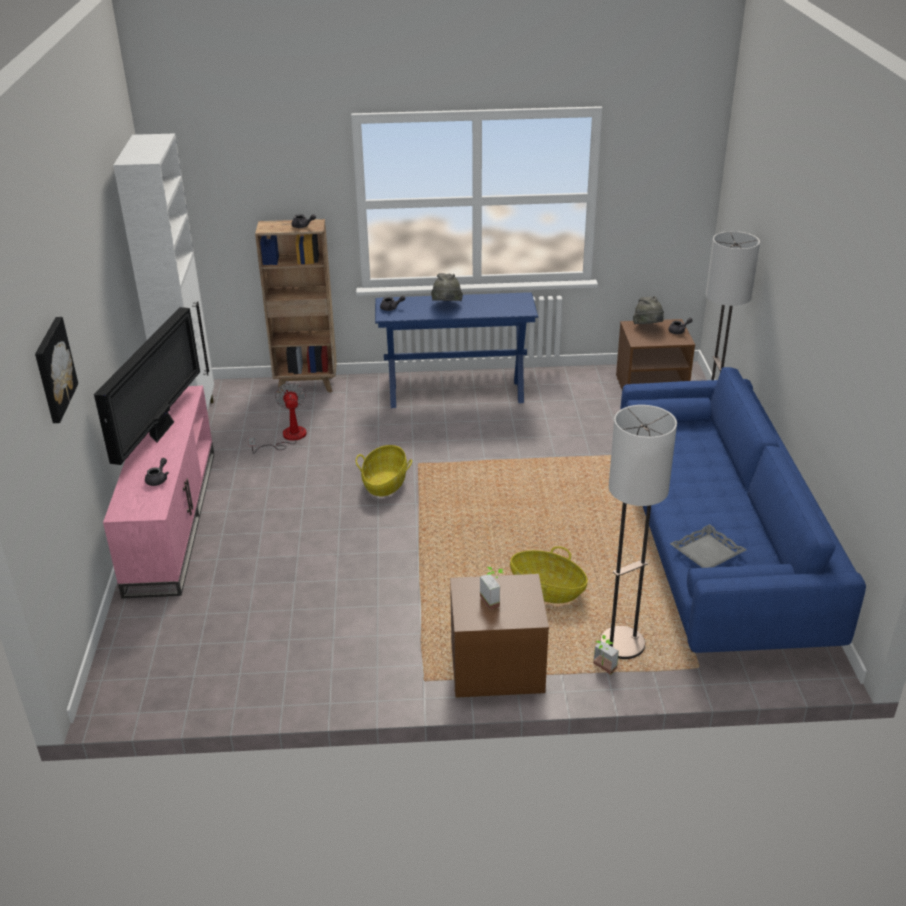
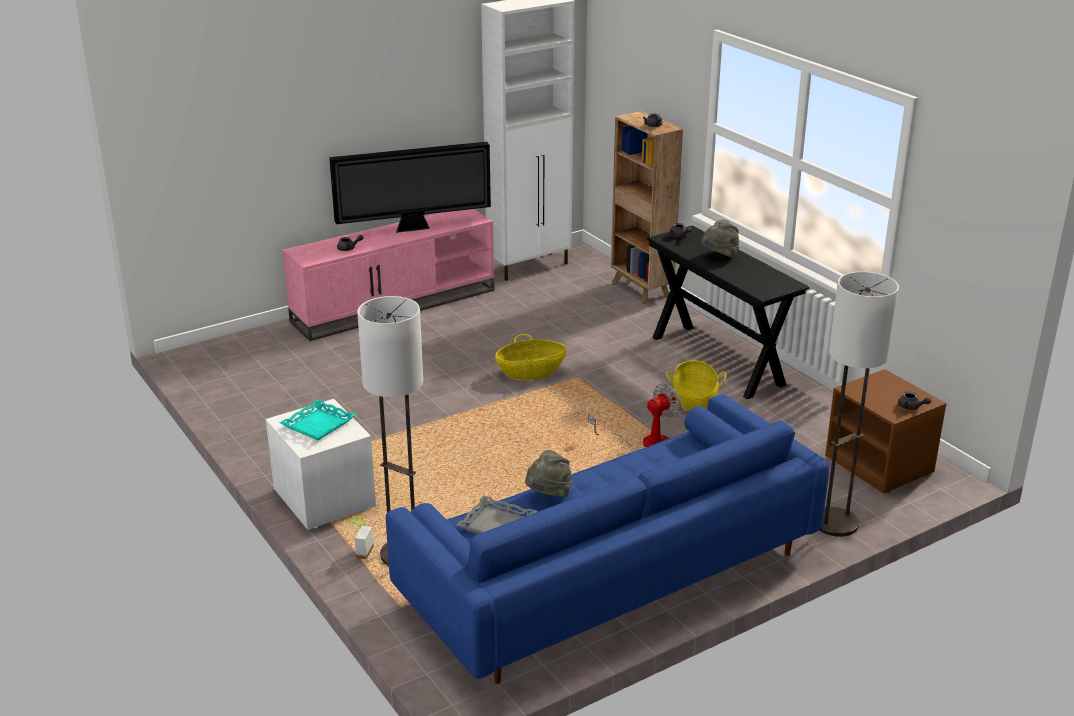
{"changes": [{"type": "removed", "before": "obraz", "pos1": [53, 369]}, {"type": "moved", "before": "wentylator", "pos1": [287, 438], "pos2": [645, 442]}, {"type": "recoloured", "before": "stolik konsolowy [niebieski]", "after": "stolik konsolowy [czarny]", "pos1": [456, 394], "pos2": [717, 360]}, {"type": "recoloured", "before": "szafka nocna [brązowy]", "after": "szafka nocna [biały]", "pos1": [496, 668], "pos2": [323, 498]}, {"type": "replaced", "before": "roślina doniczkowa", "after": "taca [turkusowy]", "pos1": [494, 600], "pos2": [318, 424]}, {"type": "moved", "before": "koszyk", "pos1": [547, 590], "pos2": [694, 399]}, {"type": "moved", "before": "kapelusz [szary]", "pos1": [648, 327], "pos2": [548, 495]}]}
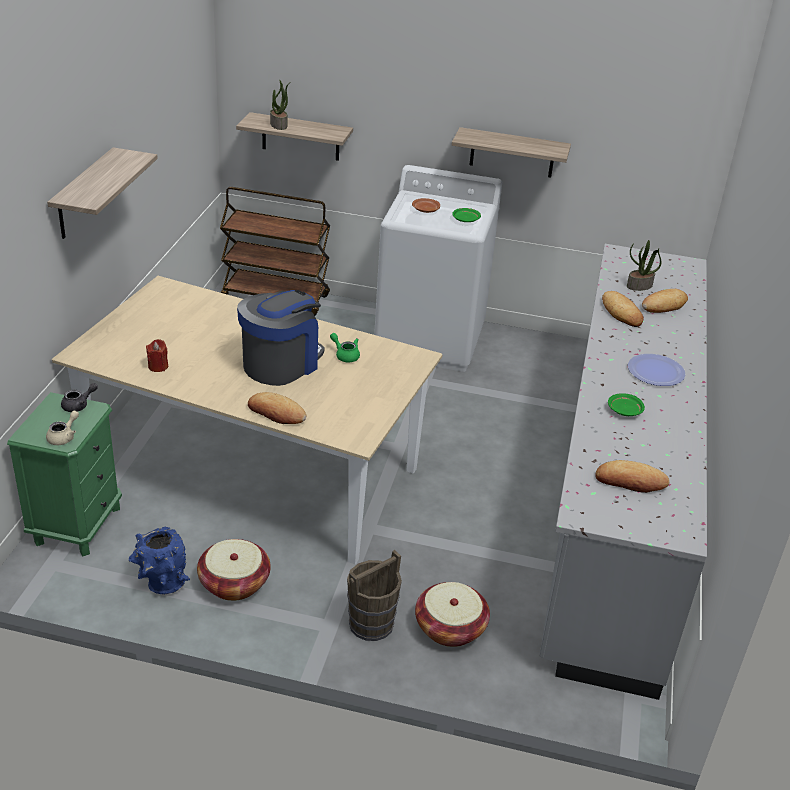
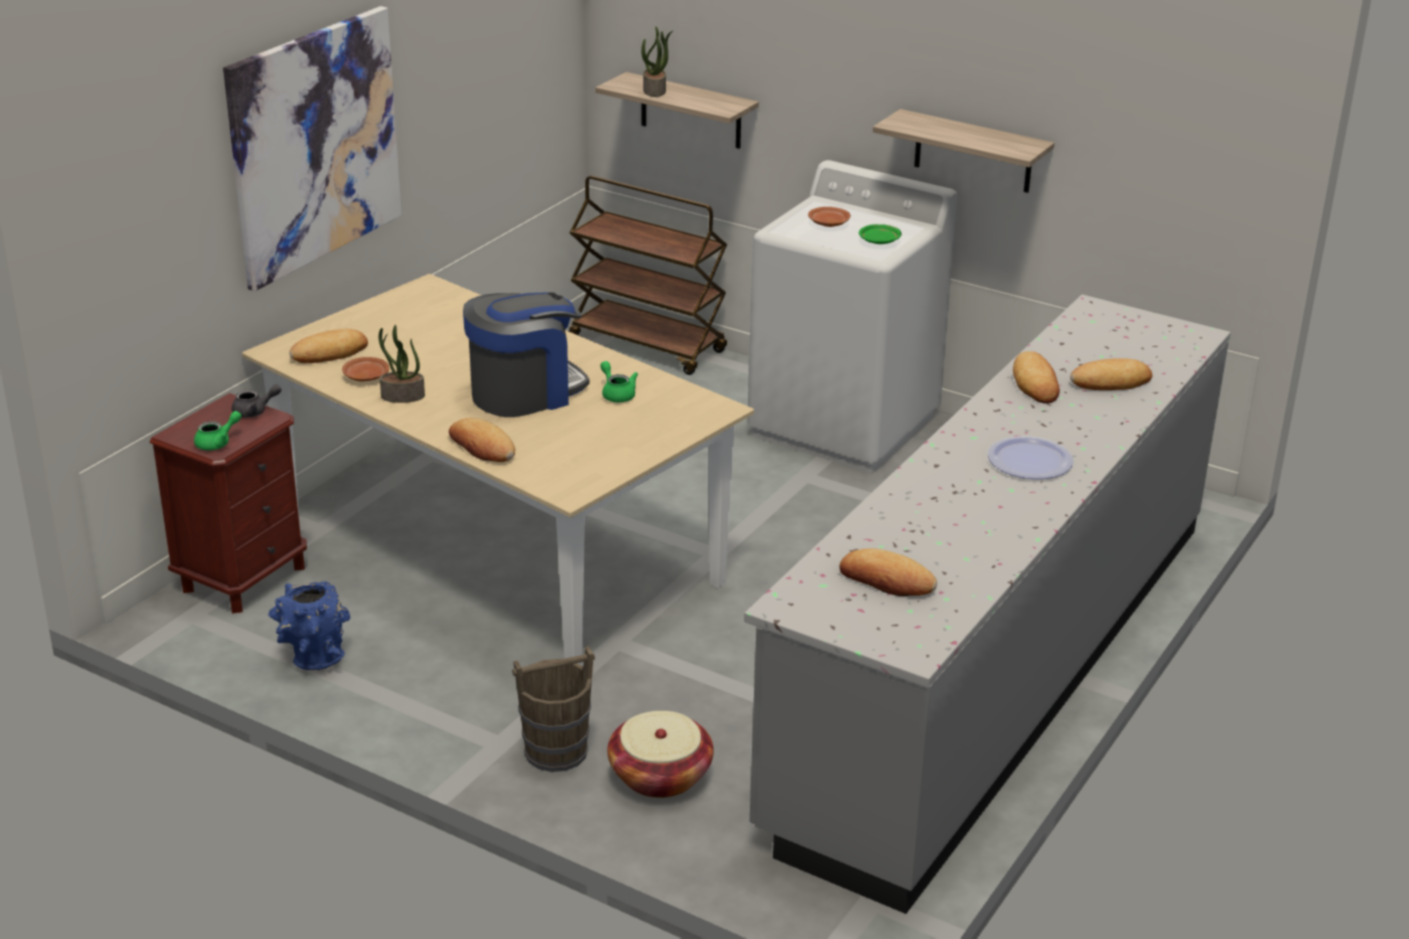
{"changes": [{"type": "recoloured", "before": "szafka nocna [zielony]", "after": "szafka nocna [brązowy]", "pos1": [77, 525], "pos2": [244, 578]}, {"type": "recoloured", "before": "imbryk [beżowy]", "after": "imbryk [zielony]", "pos1": [64, 437], "pos2": [218, 443]}, {"type": "replaced", "before": "półka", "after": "obraz", "pos1": [84, 194], "pos2": [314, 145]}, {"type": "replaced", "before": "świeca [czerwony]", "after": "talerz [brązowy]", "pos1": [158, 366], "pos2": [365, 376]}, {"type": "removed", "before": "koszyk", "pos1": [234, 583]}, {"type": "removed", "before": "talerz [zielony]", "pos1": [624, 410]}, {"type": "moved", "before": "roślina doniczkowa", "pos1": [639, 286], "pos2": [402, 396]}, {"type": "added", "after": "chleb", "pos2": [330, 353]}]}
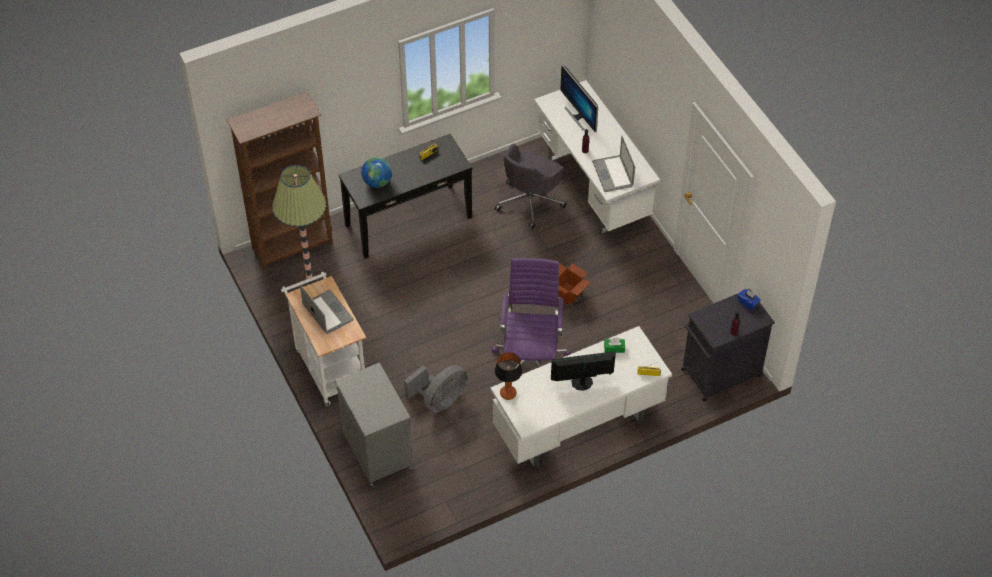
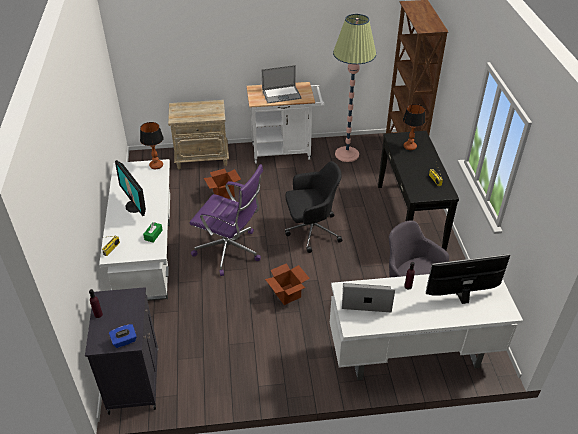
{"changes": [{"type": "replaced", "before": "szafka [szary]", "after": "szafka nocna [beżowy]", "pos1": [376, 450], "pos2": [202, 157]}, {"type": "replaced", "before": "globus", "after": "lampa stołowa", "pos1": [377, 182], "pos2": [410, 147]}, {"type": "replaced", "before": "wentylator [szary]", "after": "karton", "pos1": [439, 400], "pos2": [223, 194]}, {"type": "turned", "before": "monitor", "pos1": [582, 383], "pos2": [134, 206], "turn": 135}, {"type": "added", "after": "krzesło biurowe [czarny]", "pos2": [311, 230]}]}
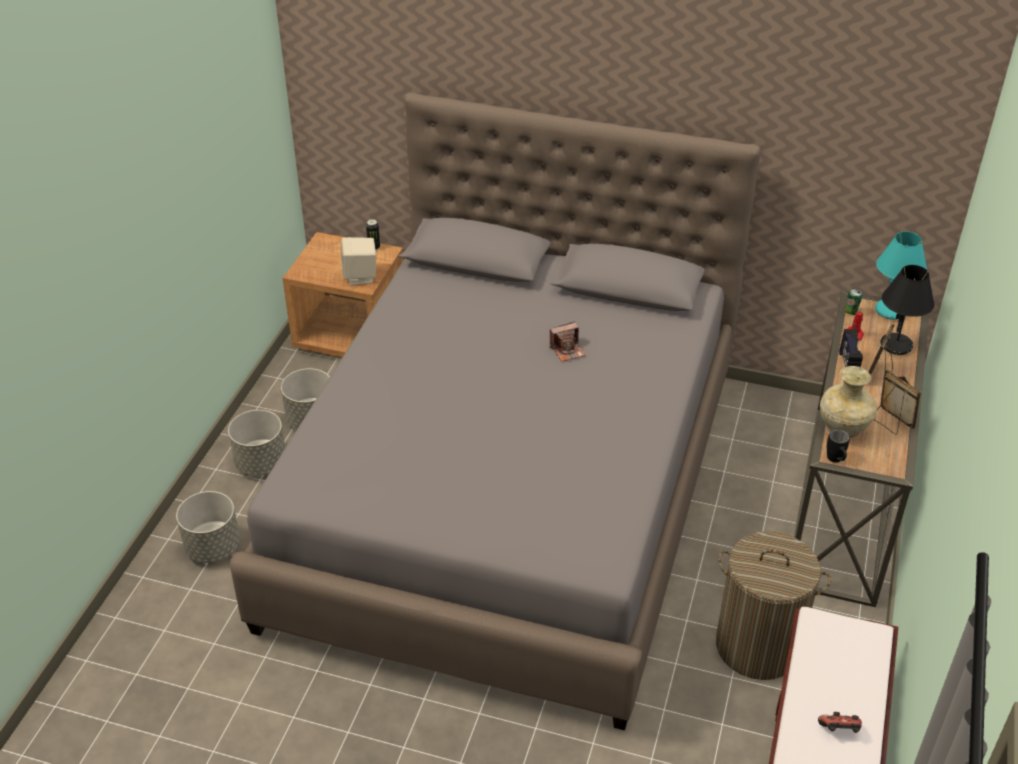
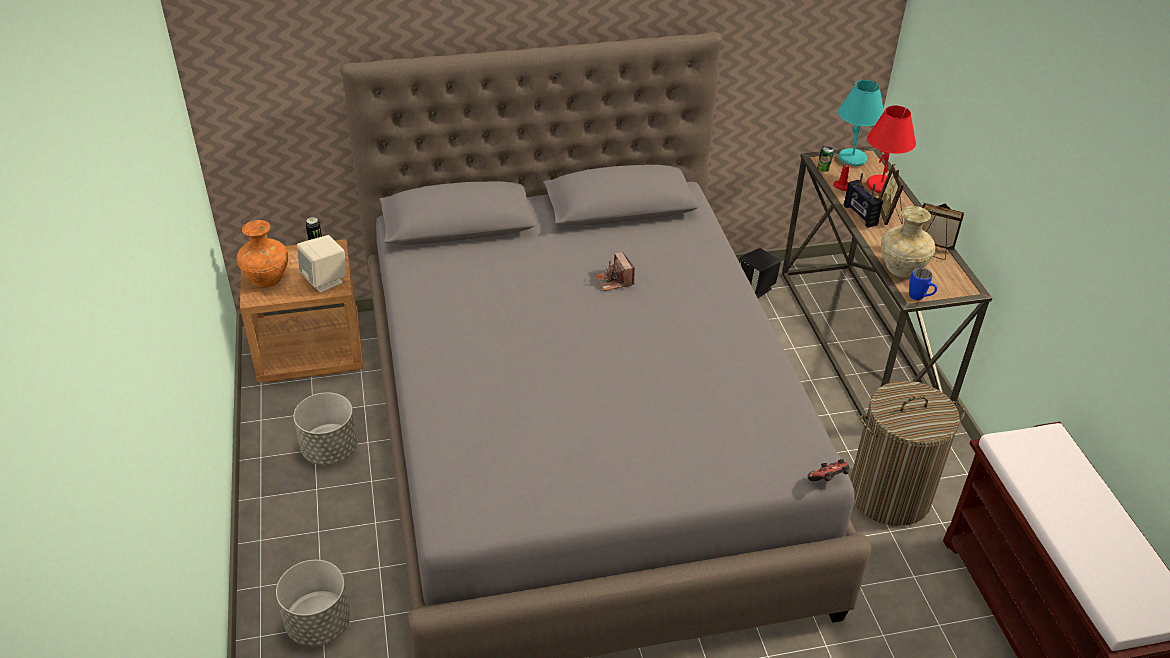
{"changes": [{"type": "removed", "before": "donica [szary]", "pos1": [261, 462]}, {"type": "turned", "before": "aparat fotograficzny", "pos1": [567, 350], "pos2": [614, 281], "turn": 120}, {"type": "moved", "before": "pad do gier", "pos1": [839, 731], "pos2": [828, 480]}, {"type": "recoloured", "before": "kubek [czarny]", "after": "kubek [niebieski]", "pos1": [836, 461], "pos2": [920, 298]}, {"type": "recoloured", "before": "lampa stołowa [czarny]", "after": "lampa stołowa [czerwony]", "pos1": [896, 346], "pos2": [881, 186]}, {"type": "added", "after": "wazon [pomarańczowy]", "pos2": [267, 280]}, {"type": "added", "after": "głośnik [czarny]", "pos2": [756, 287]}]}
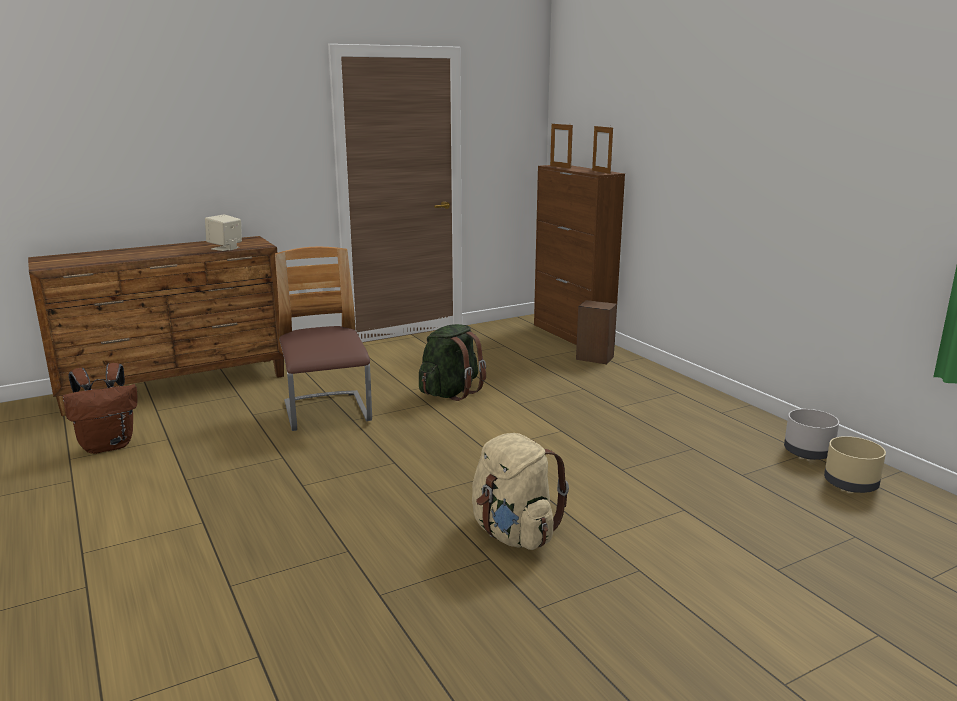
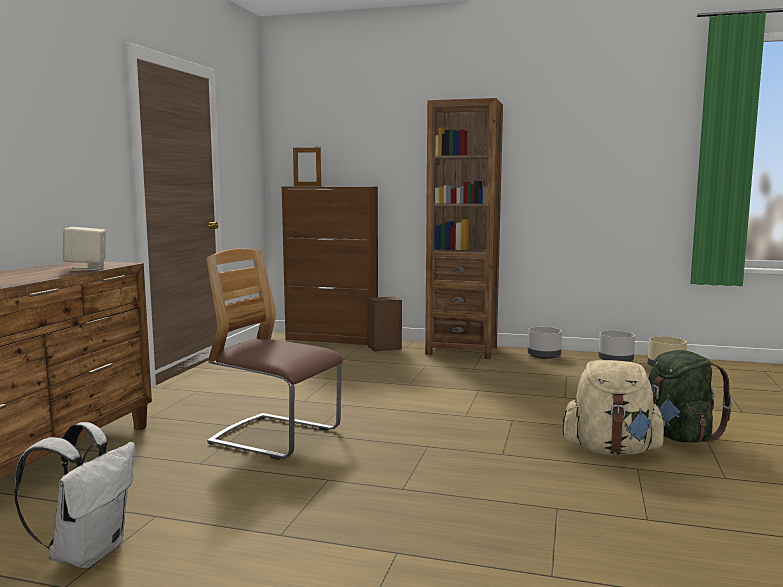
{"changes": [{"type": "recoloured", "before": "plecak [brązowy]", "after": "plecak [biały]", "pos1": [109, 445], "pos2": [87, 552]}, {"type": "moved", "before": "plecak [zielony]", "pos1": [450, 393], "pos2": [678, 436]}, {"type": "removed", "before": "ramka na zdjęcie", "pos1": [601, 172]}, {"type": "added", "after": "regał [brązowy]", "pos2": [462, 350]}, {"type": "added", "after": "donica [szary]", "pos2": [544, 356]}]}
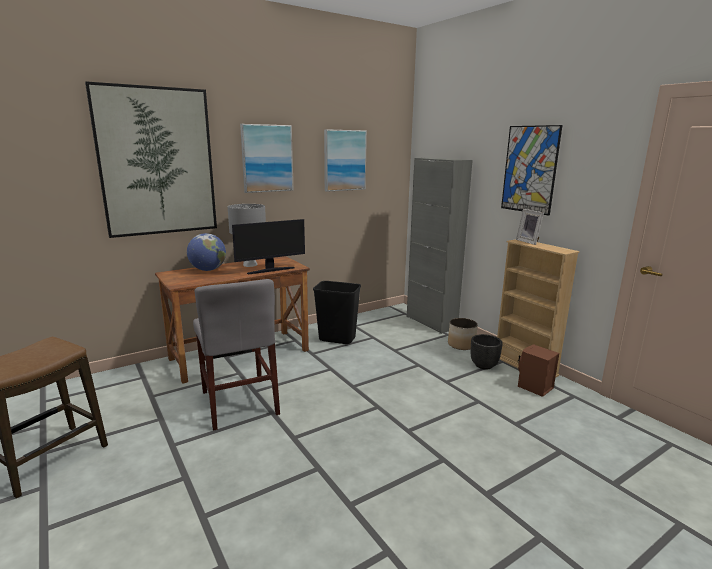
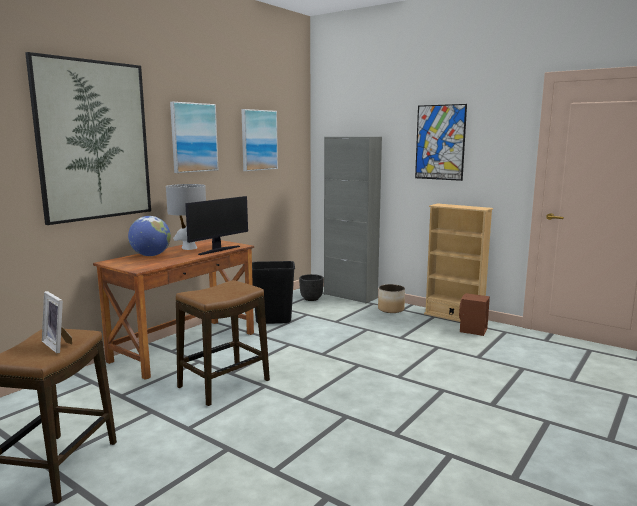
{"changes": [{"type": "replaced", "before": "krzesło [szary]", "after": "stołek", "pos1": [239, 402], "pos2": [224, 384]}, {"type": "moved", "before": "donica [czarny]", "pos1": [484, 365], "pos2": [311, 299]}, {"type": "moved", "before": "ramka na zdjęcie", "pos1": [529, 242], "pos2": [59, 345]}]}
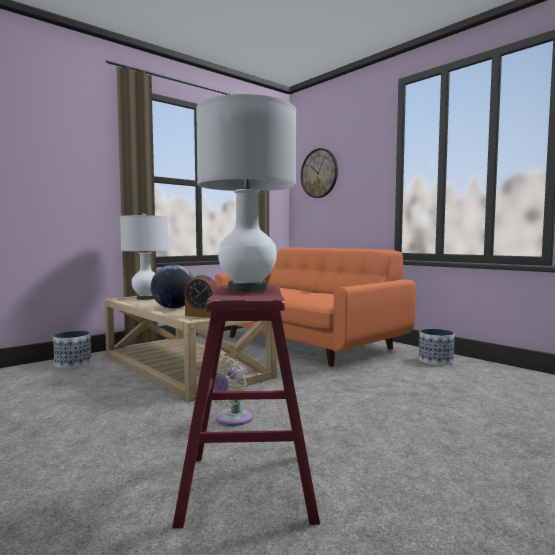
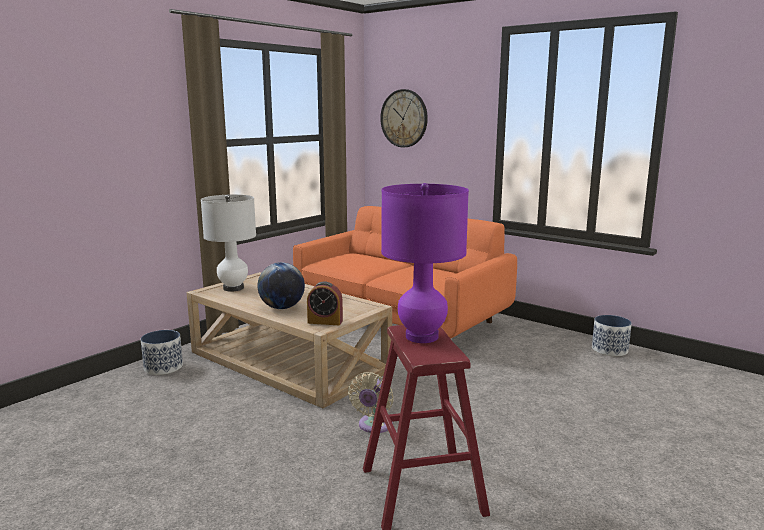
{"changes": [{"type": "recoloured", "before": "lampa stołowa [biały]", "after": "lampa stołowa [fioletowy]", "pos1": [247, 289], "pos2": [422, 336]}, {"type": "moved", "before": "donica", "pos1": [436, 361], "pos2": [610, 350]}]}
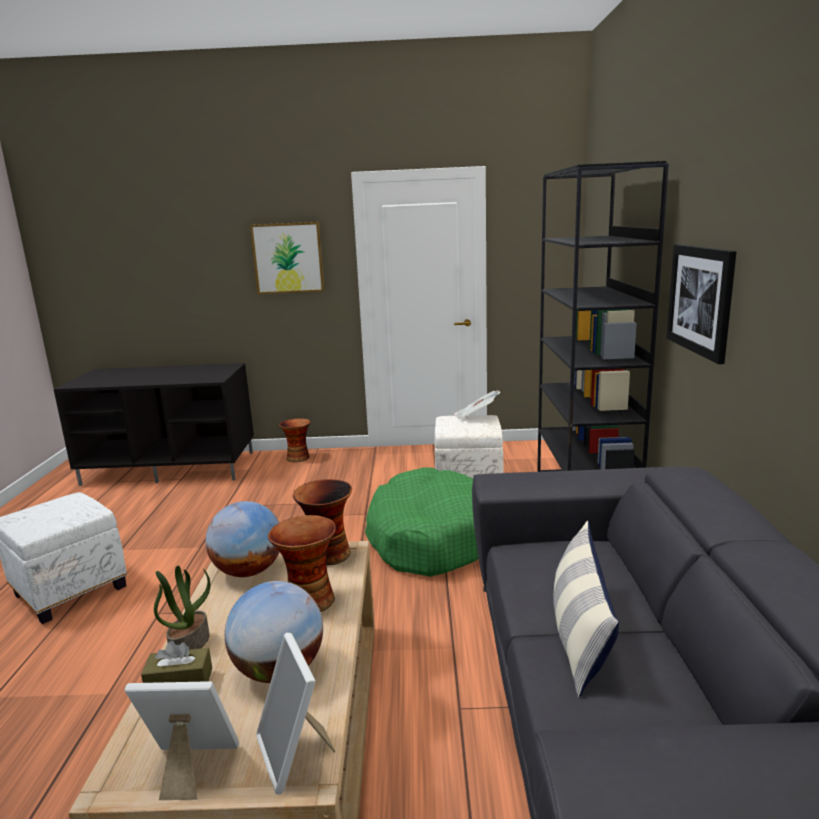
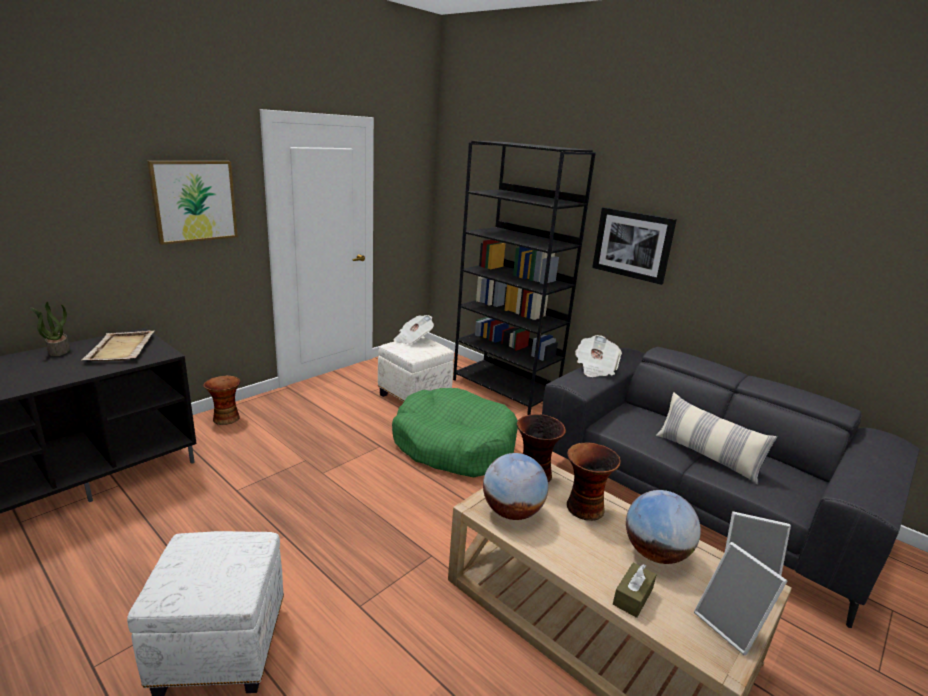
{"changes": [{"type": "turned", "before": "ramka na zdjęcie", "pos1": [190, 768], "pos2": [731, 626], "turn": -75}, {"type": "moved", "before": "roślina doniczkowa", "pos1": [189, 644], "pos2": [58, 351]}, {"type": "added", "after": "taca [beżowy]", "pos2": [120, 349]}, {"type": "added", "after": "gazeta", "pos2": [595, 368]}]}
